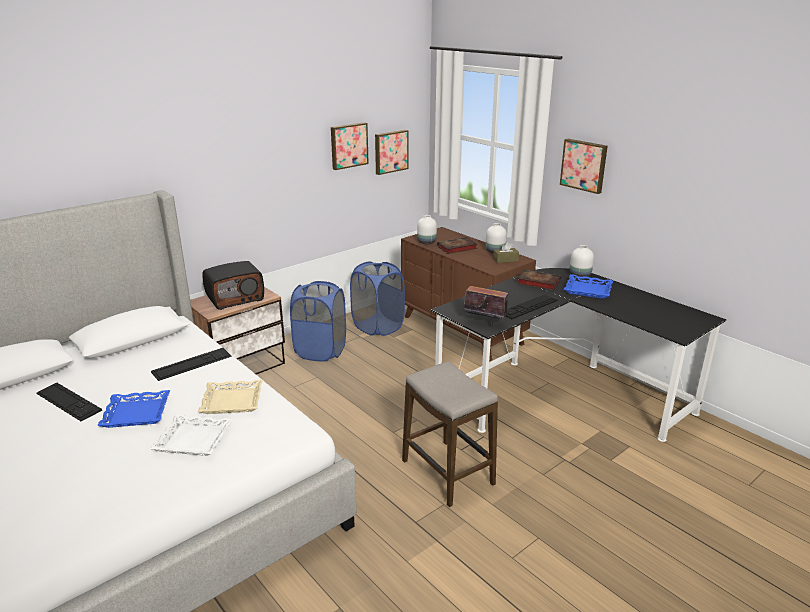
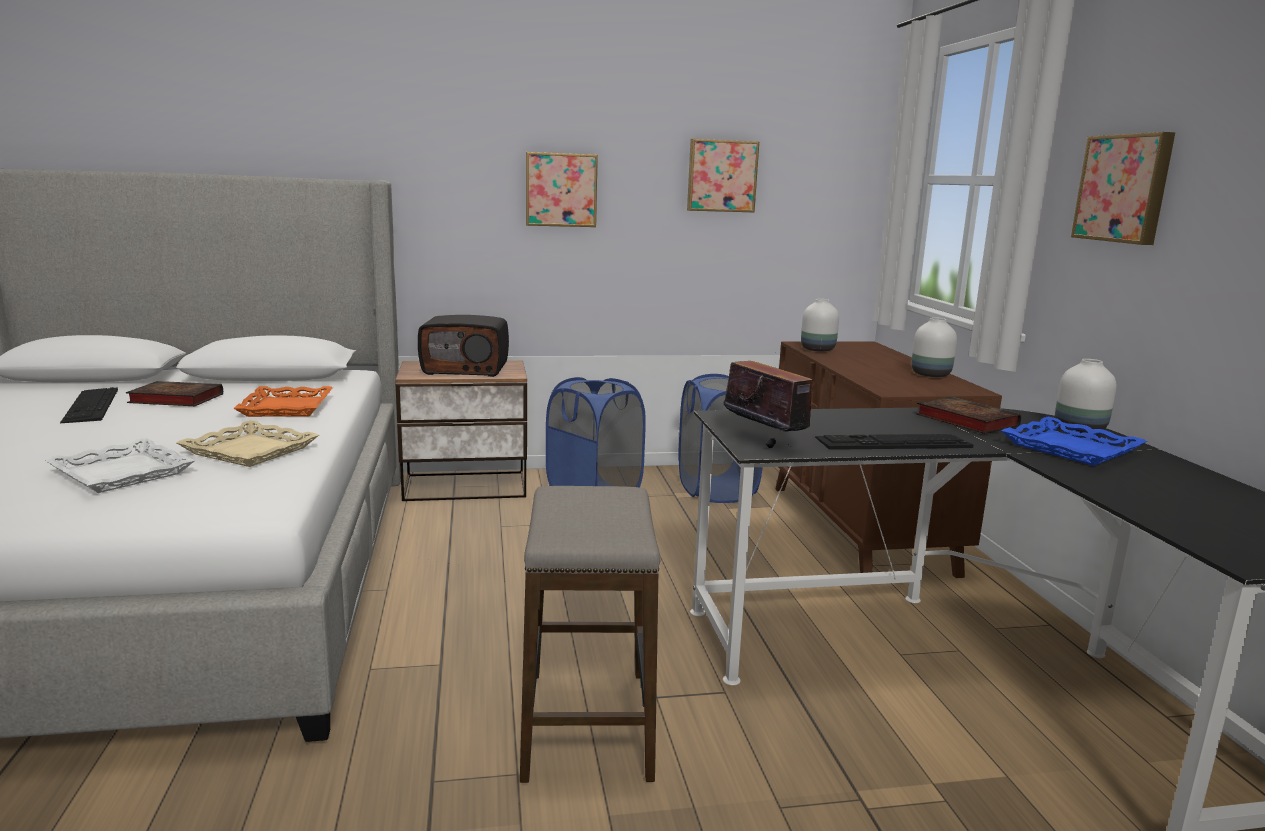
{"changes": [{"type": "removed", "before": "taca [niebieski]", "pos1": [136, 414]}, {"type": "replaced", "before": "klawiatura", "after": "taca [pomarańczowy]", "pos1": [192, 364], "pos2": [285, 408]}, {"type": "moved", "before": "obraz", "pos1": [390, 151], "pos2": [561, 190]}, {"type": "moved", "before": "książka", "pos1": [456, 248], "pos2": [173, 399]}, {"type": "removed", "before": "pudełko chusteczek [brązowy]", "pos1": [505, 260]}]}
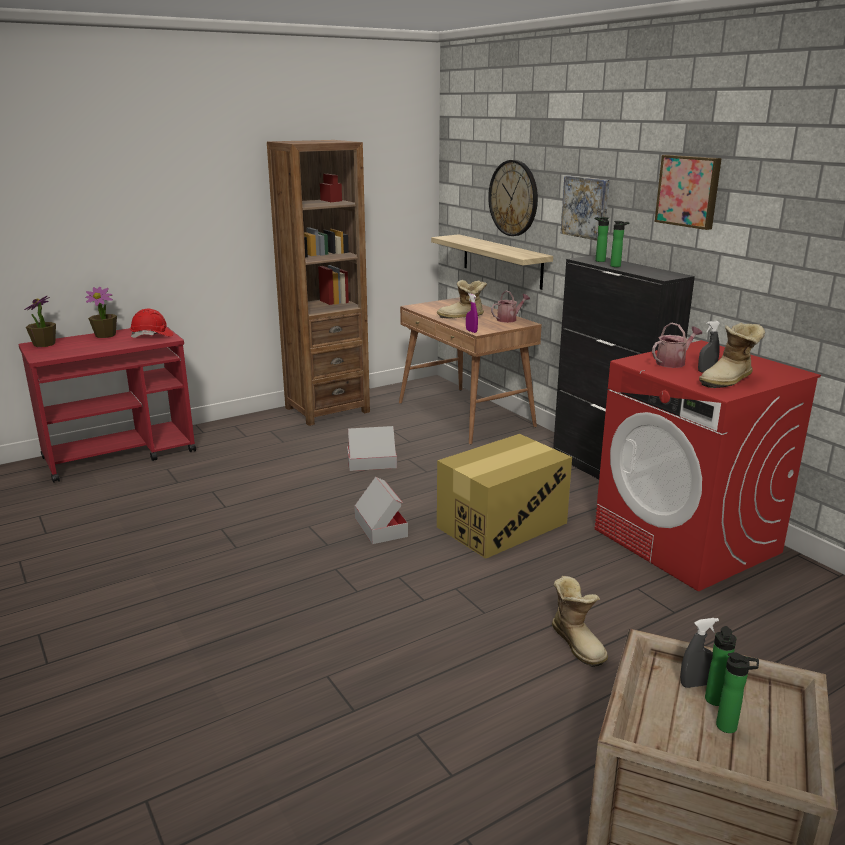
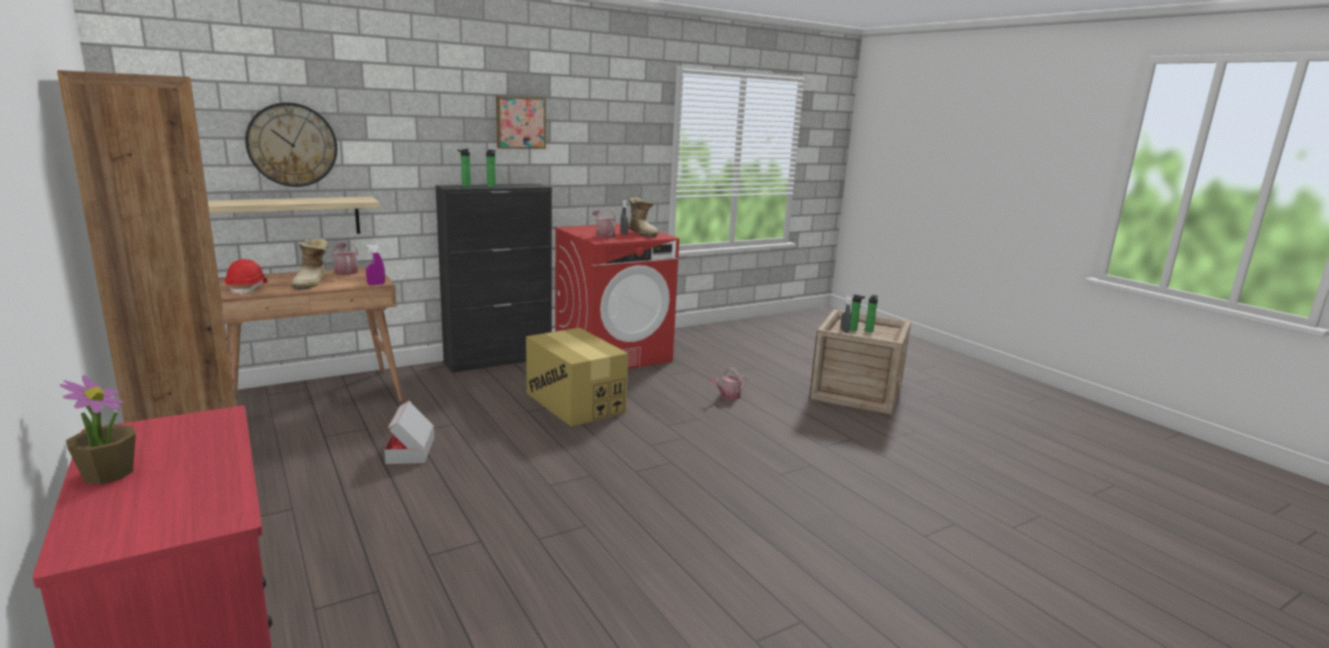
{"changes": [{"type": "removed", "before": "roślina doniczkowa", "pos1": [44, 344]}, {"type": "moved", "before": "kask [czerwony]", "pos1": [152, 336], "pos2": [248, 289]}, {"type": "removed", "before": "karton", "pos1": [380, 527]}, {"type": "replaced", "before": "but z cholewką", "after": "konewka", "pos1": [578, 643], "pos2": [728, 396]}, {"type": "removed", "before": "obraz", "pos1": [586, 207]}]}
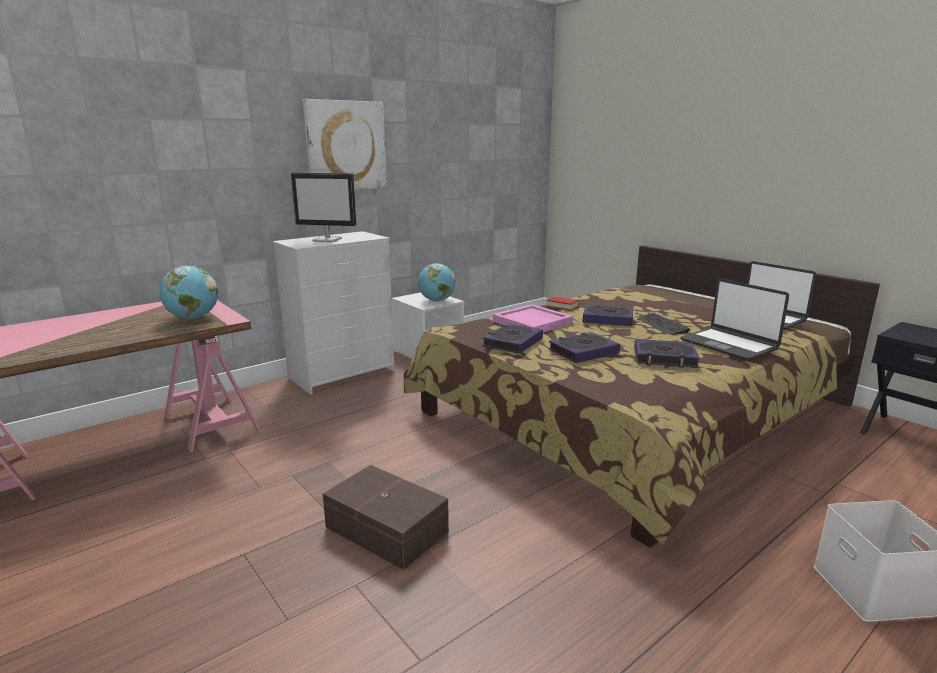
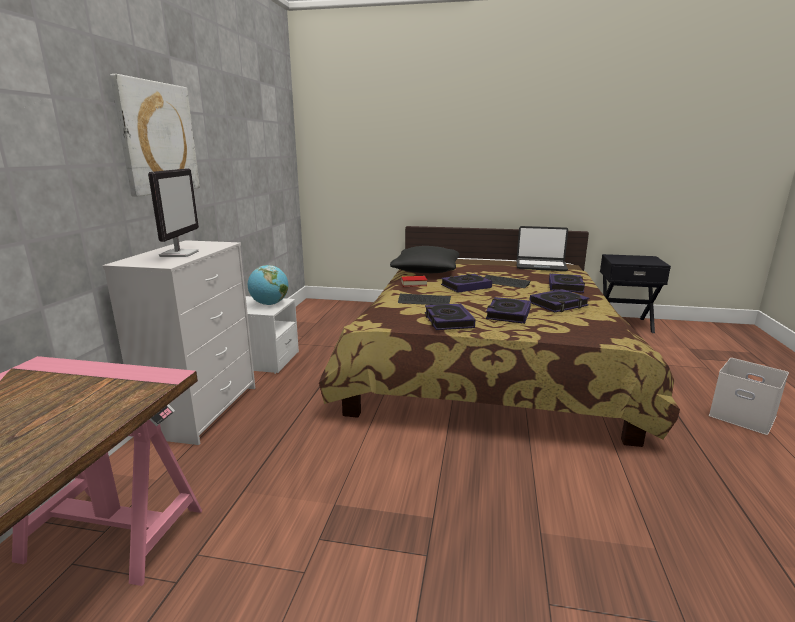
{"changes": [{"type": "removed", "before": "globus", "pos1": [192, 318]}, {"type": "turned", "before": "monitor", "pos1": [328, 240], "pos2": [179, 254], "turn": -60}, {"type": "removed", "before": "pojemnik do przechowywania [brązowy]", "pos1": [386, 531]}, {"type": "replaced", "before": "taca [różowy]", "after": "klawiatura", "pos1": [533, 322], "pos2": [424, 301]}, {"type": "replaced", "before": "laptop", "after": "książka", "pos1": [729, 345], "pos2": [565, 286]}, {"type": "added", "after": "poduszka [czarny]", "pos2": [426, 271]}]}
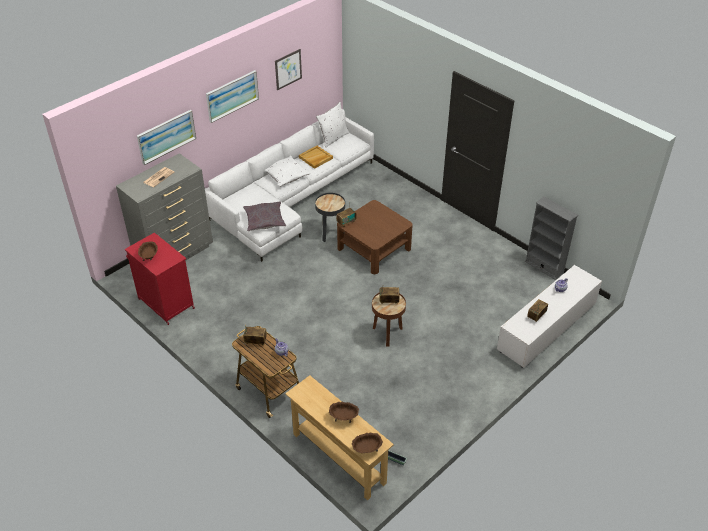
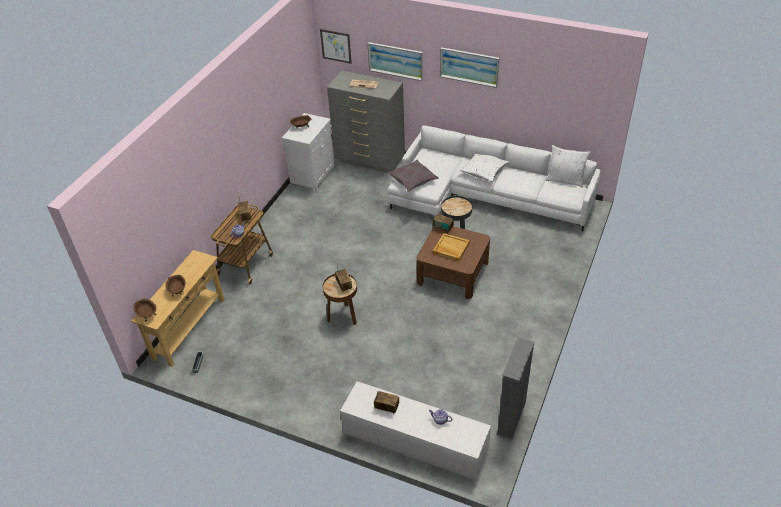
{"changes": [{"type": "recoloured", "before": "szafka [czerwony]", "after": "szafka [biały]", "pos1": [165, 303], "pos2": [313, 176]}, {"type": "moved", "before": "obraz", "pos1": [288, 69], "pos2": [336, 46]}, {"type": "moved", "before": "taca [beżowy]", "pos1": [315, 158], "pos2": [450, 248]}]}
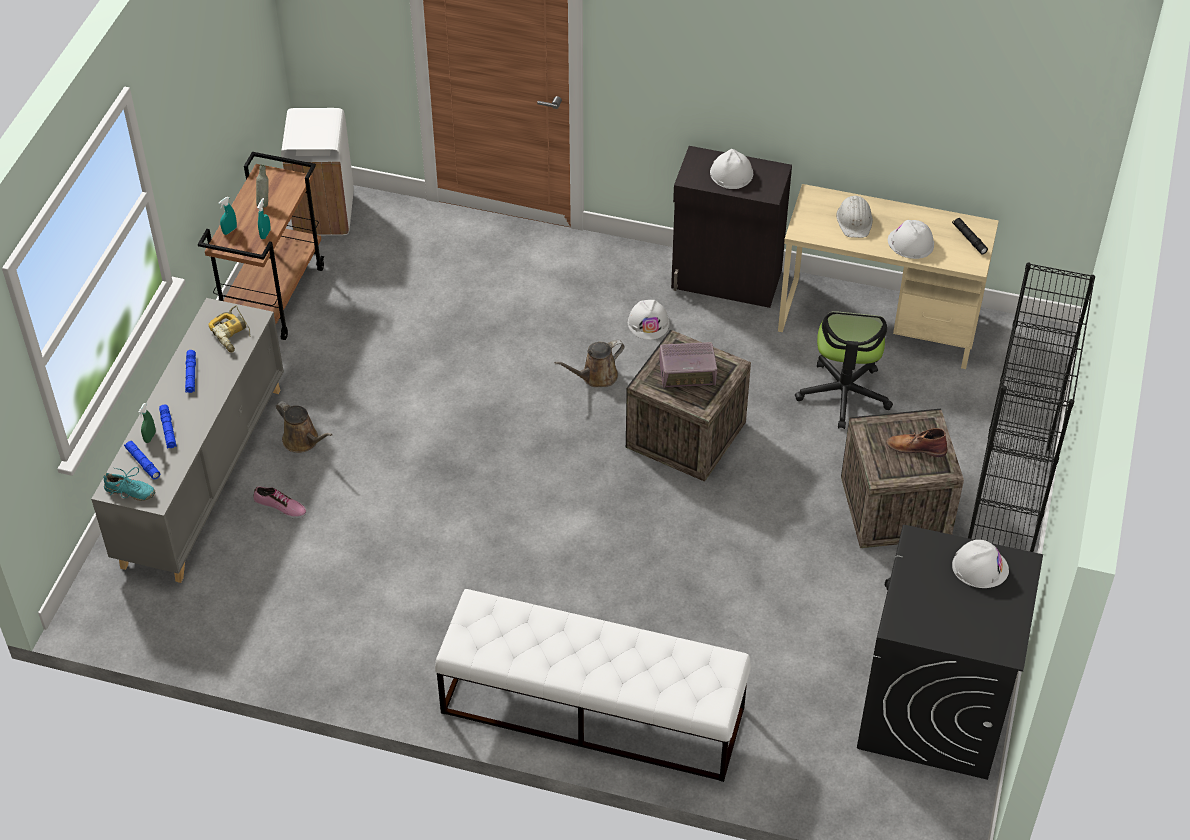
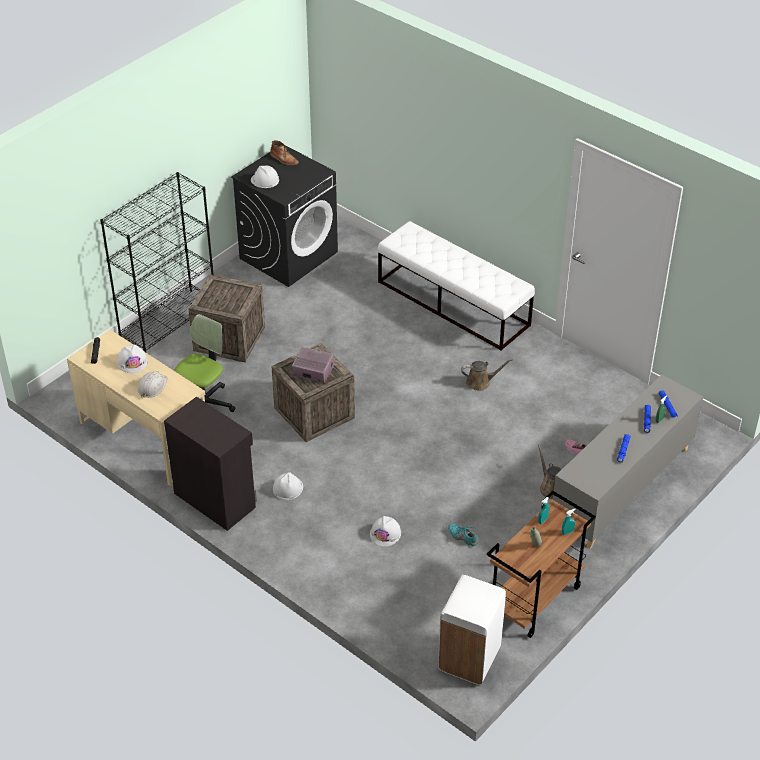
{"changes": [{"type": "moved", "before": "but [turkusowy]", "pos1": [130, 492], "pos2": [463, 537]}, {"type": "removed", "before": "wiertarka", "pos1": [233, 334]}, {"type": "moved", "before": "konewka [brązowy]", "pos1": [596, 376], "pos2": [480, 382]}, {"type": "moved", "before": "kask [biały]", "pos1": [731, 173], "pos2": [385, 533]}, {"type": "moved", "before": "but z cholewką [brązowy]", "pos1": [916, 447], "pos2": [284, 159]}]}
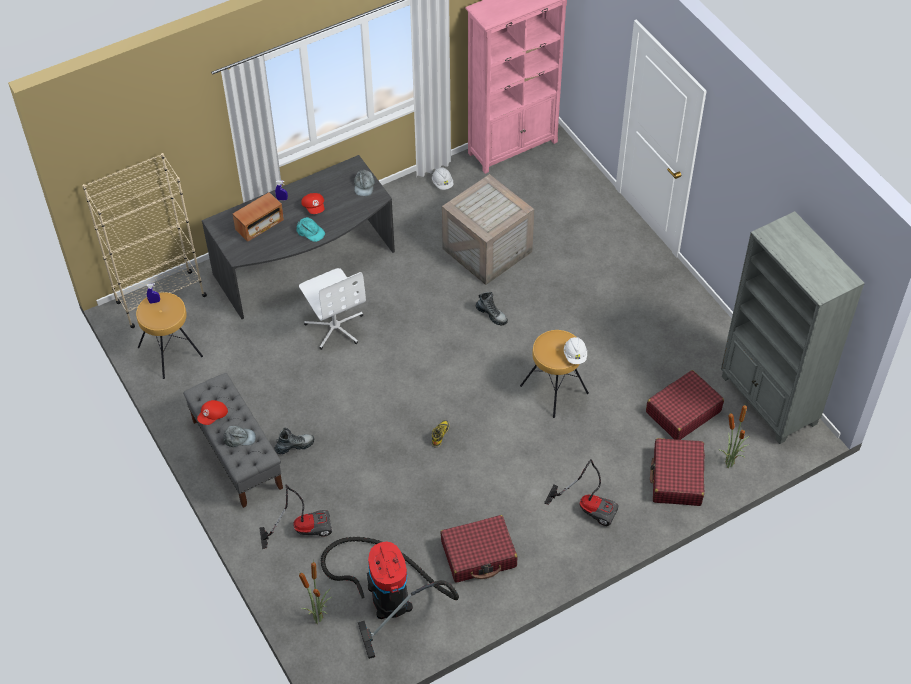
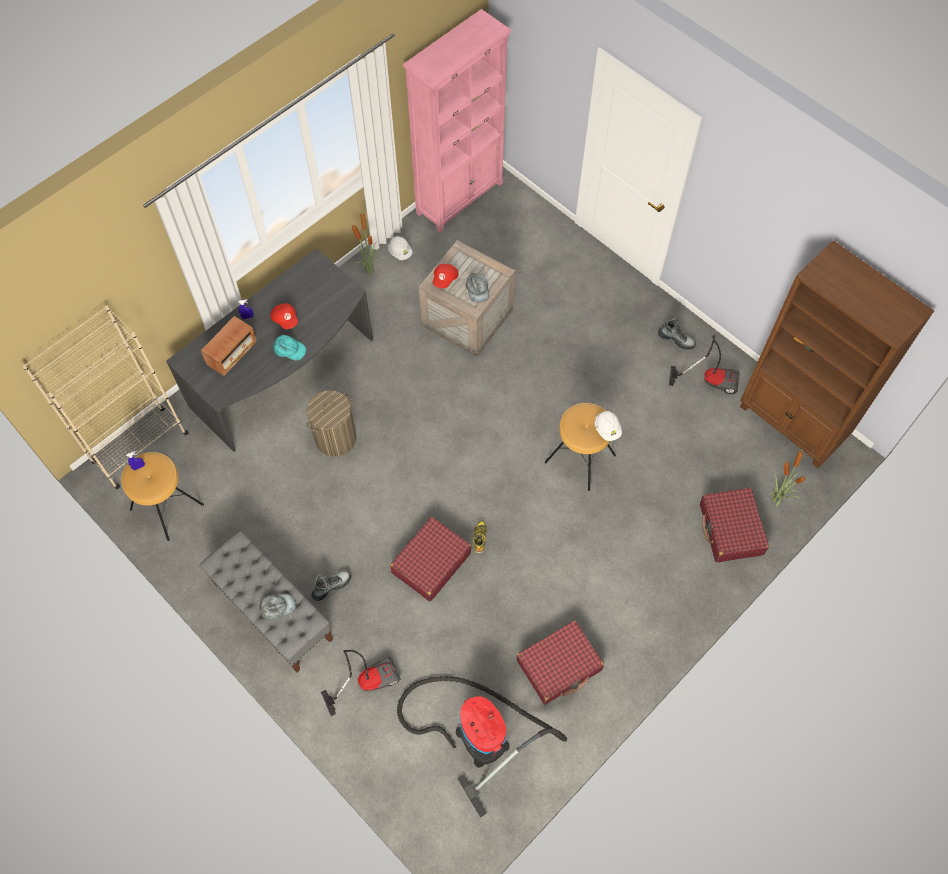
{"changes": [{"type": "moved", "before": "czapka z daszkiem [czerwony]", "pos1": [213, 416], "pos2": [445, 279]}, {"type": "replaced", "before": "krzesło biurowe [biały]", "after": "kosz na pranie", "pos1": [335, 327], "pos2": [335, 438]}, {"type": "moved", "before": "roślina doniczkowa", "pos1": [319, 617], "pos2": [370, 271]}, {"type": "moved", "before": "czapka z daszkiem [szary]", "pos1": [364, 185], "pos2": [477, 289]}, {"type": "moved", "before": "but z cholewką", "pos1": [492, 315], "pos2": [676, 340]}, {"type": "moved", "before": "odkurzacz", "pos1": [588, 507], "pos2": [710, 379]}, {"type": "moved", "before": "walizka [czerwony]", "pos1": [683, 412], "pos2": [430, 563]}, {"type": "recoloured", "before": "regał [szary]", "after": "regał [brązowy]", "pos1": [768, 401], "pos2": [793, 423]}]}
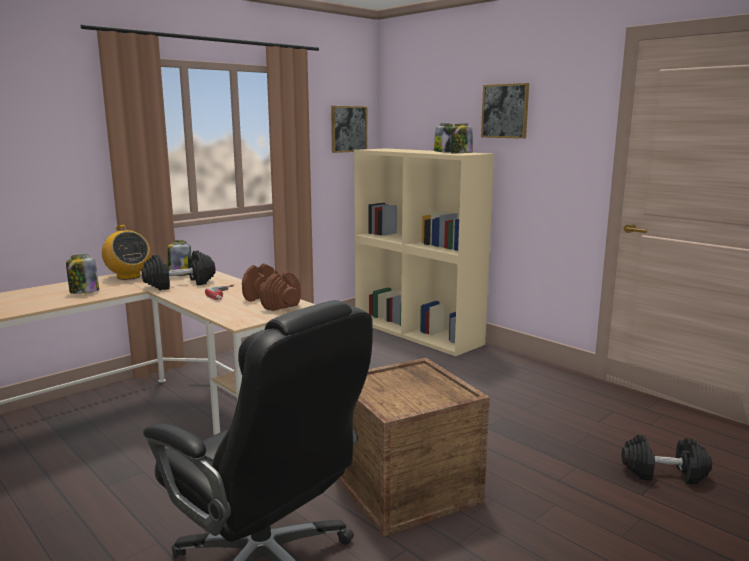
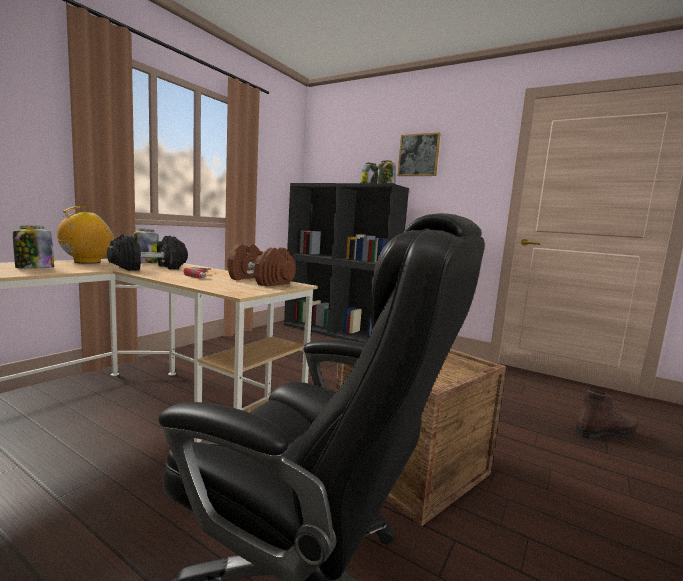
{"changes": [{"type": "turned", "before": "radio", "pos1": [128, 276], "pos2": [87, 262], "turn": -90}, {"type": "removed", "before": "obraz", "pos1": [348, 129]}, {"type": "recoloured", "before": "regał [beżowy]", "after": "regał [czarny]", "pos1": [418, 332], "pos2": [338, 332]}, {"type": "replaced", "before": "hantel [czarny]", "after": "but z cholewką [brązowy]", "pos1": [664, 473], "pos2": [604, 432]}]}
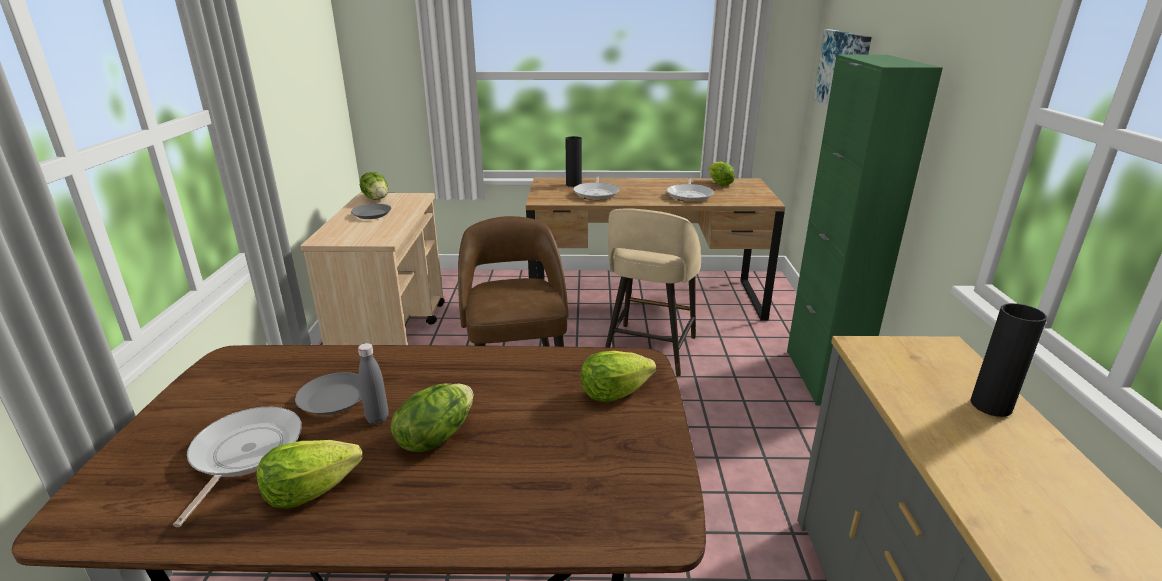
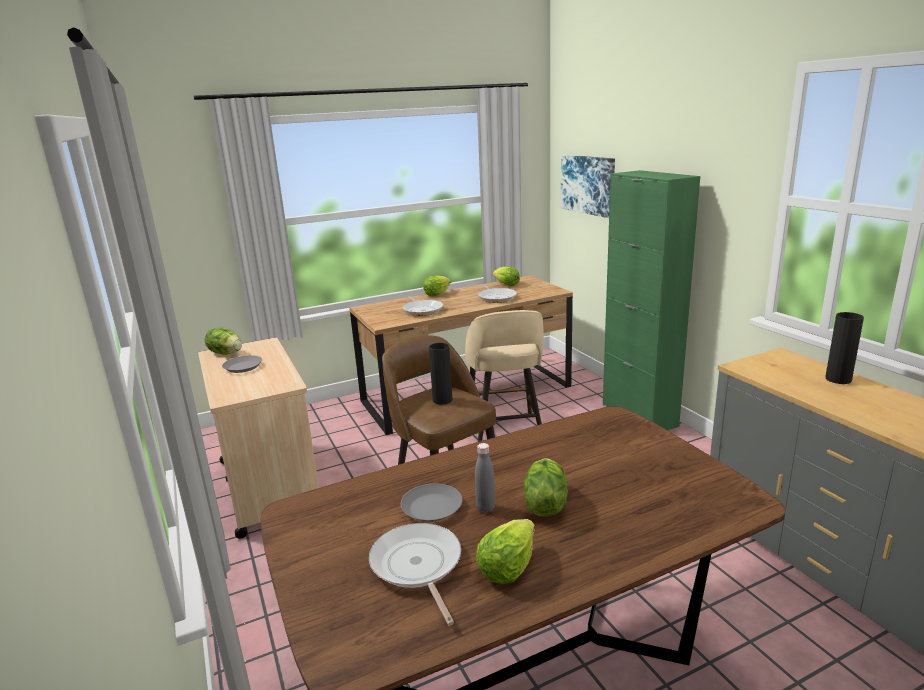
{"changes": [{"type": "moved", "before": "wazon [czarny]", "pos1": [573, 184], "pos2": [442, 400]}, {"type": "moved", "before": "sałata", "pos1": [613, 393], "pos2": [436, 294]}]}
